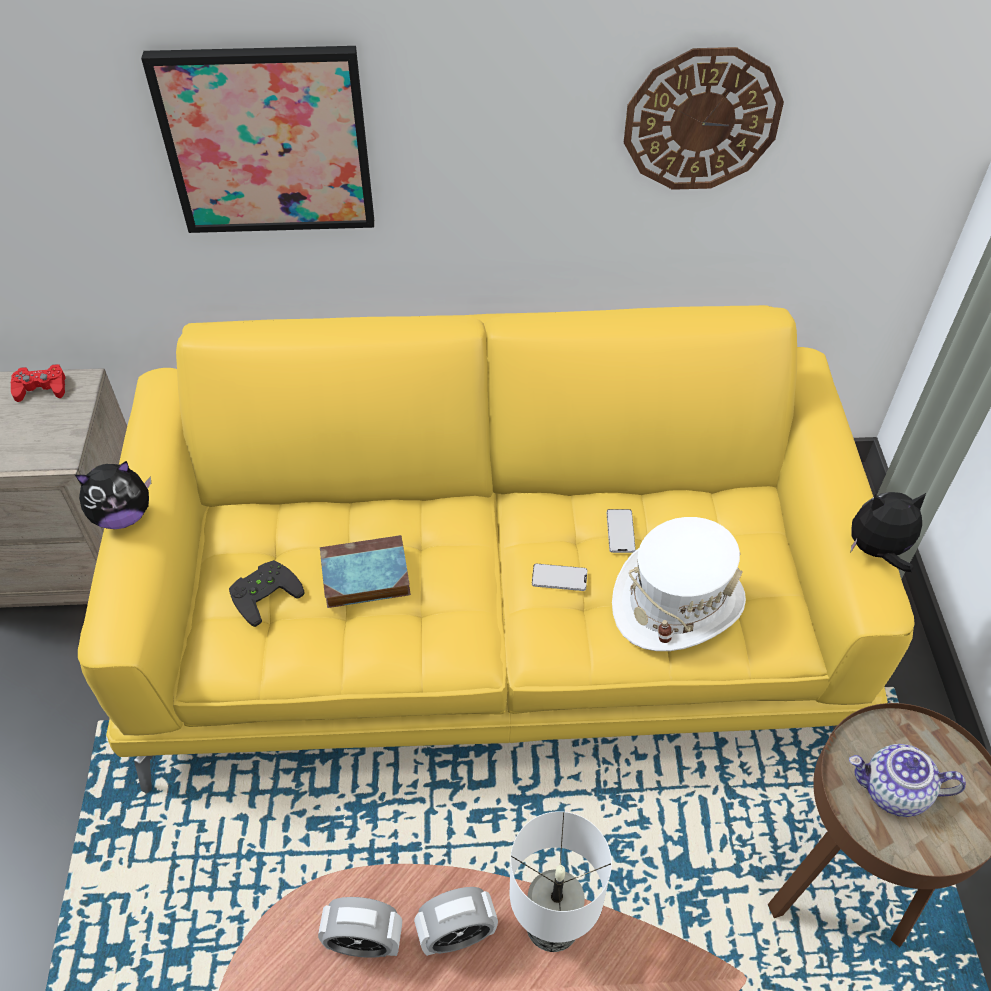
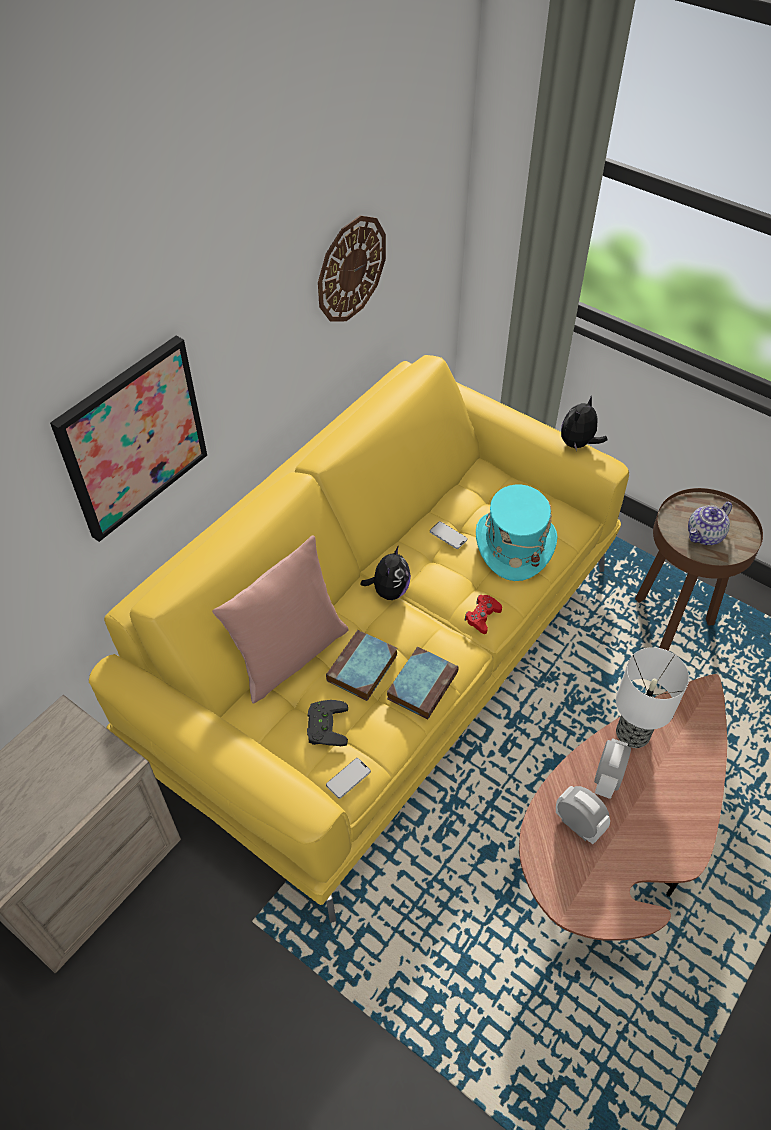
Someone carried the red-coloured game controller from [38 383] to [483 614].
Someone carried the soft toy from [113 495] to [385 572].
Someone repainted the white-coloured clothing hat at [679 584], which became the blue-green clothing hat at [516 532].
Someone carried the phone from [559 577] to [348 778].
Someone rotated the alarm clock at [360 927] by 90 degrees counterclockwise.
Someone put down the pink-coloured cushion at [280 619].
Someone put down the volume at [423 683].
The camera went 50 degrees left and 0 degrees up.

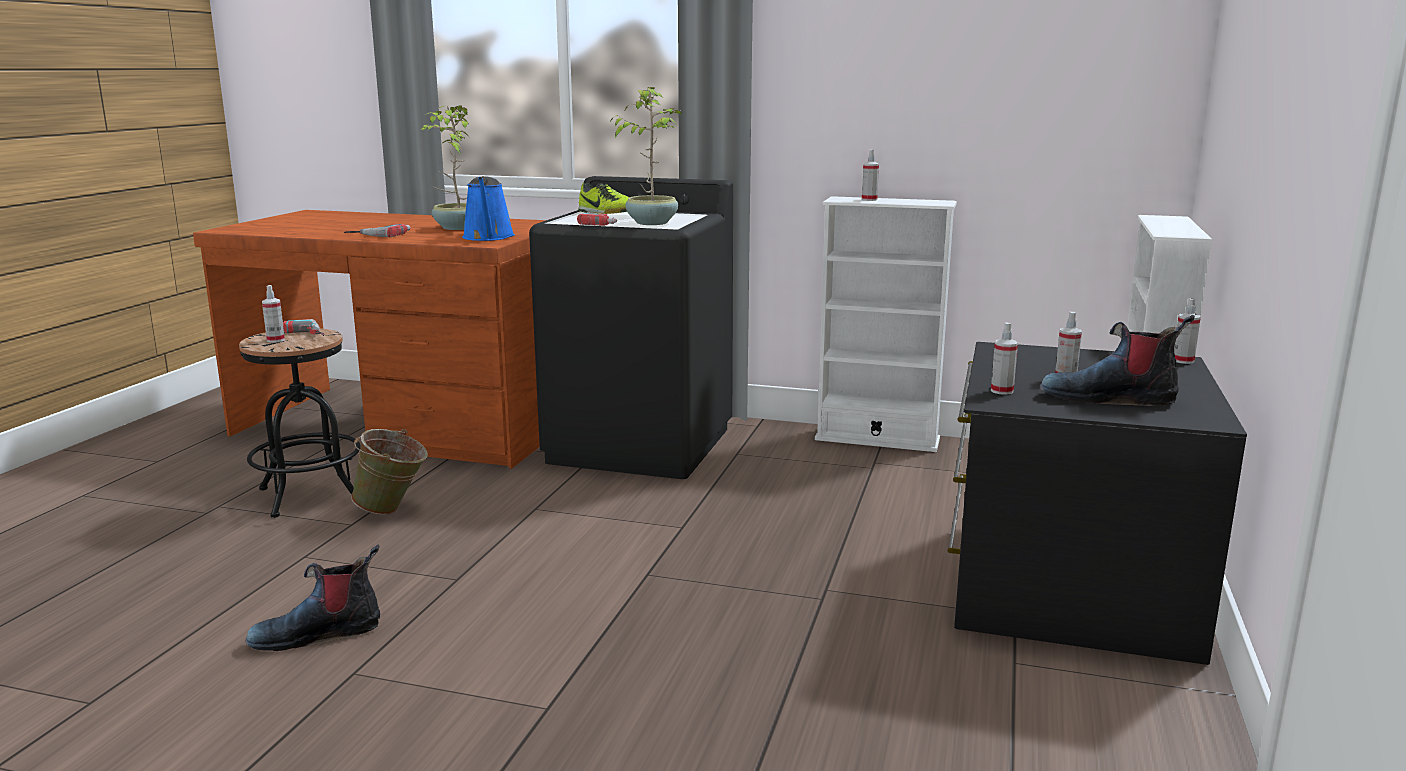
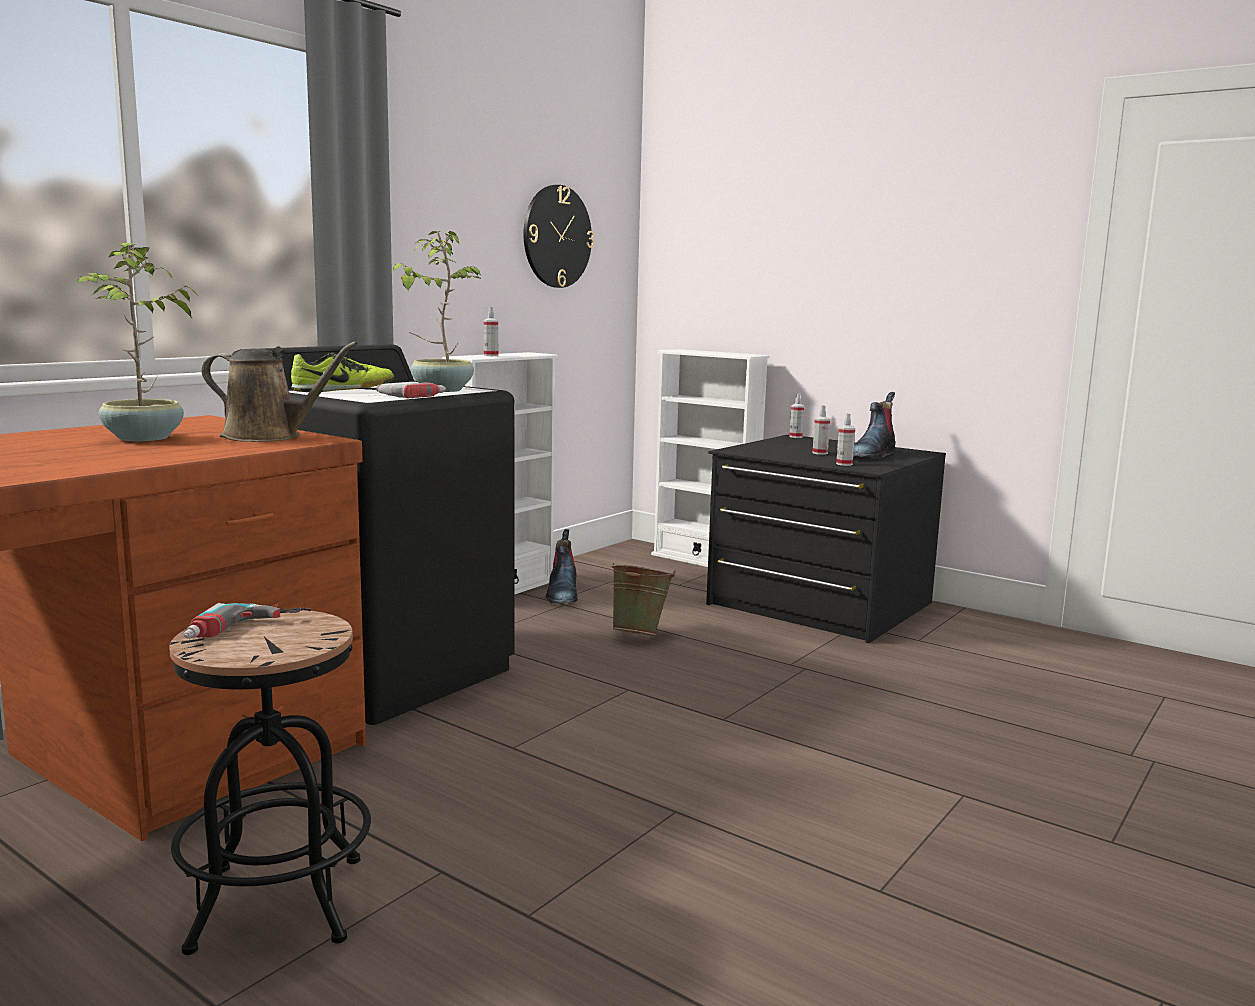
Someone repainted the blue-coloured watering pot at [488 208], which became the brown watering pot at [280 391].
Someone took away the drill at [377 230].
Someone took away the sprayer at [273 313].
Someone carried the green-coloured bucket from [389 472] to [642 599].
Someone carried the boot from [313 598] to [561 566].
Someone put up the hanging clock at [559 236].
The camera went 70 degrees left and 5 degrees down.

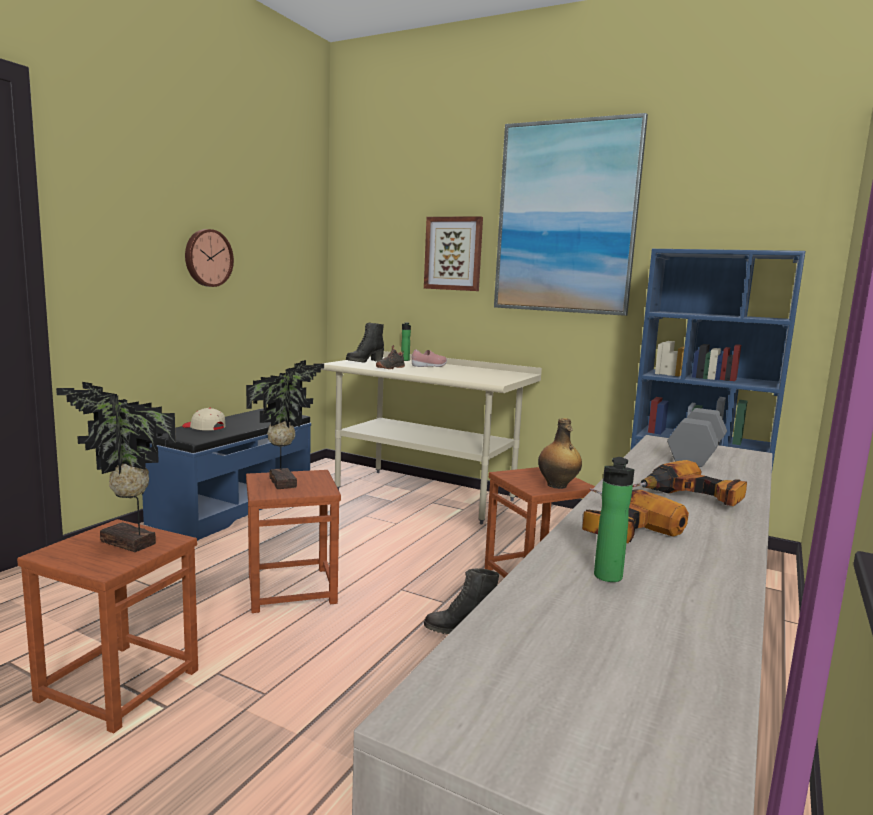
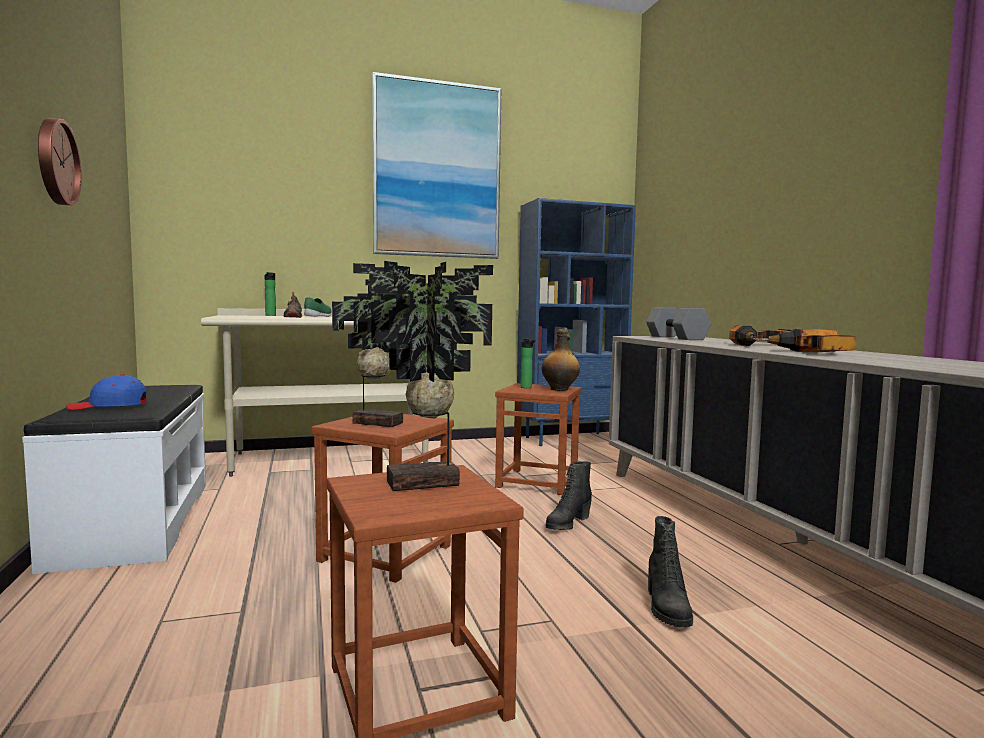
Someone took away the picture at [453 253].
Someone carried the black-coloured boot from [365 343] to [670 571].
Someone repainted the pink-coloured item of footwear at [429 358], which became the green-coloured item of footwear at [318 307].
Someone repainted the sand-coloured cap at [204 419], which became the blue-coloured cap at [106 392].
Someone repainted the blue-coloured indoor bench at [226 475], which became the white-coloured indoor bench at [114 479].
Someone carried the bottle from [614 519] to [528 363].
The camera went 45 degrees left and 5 degrees down.

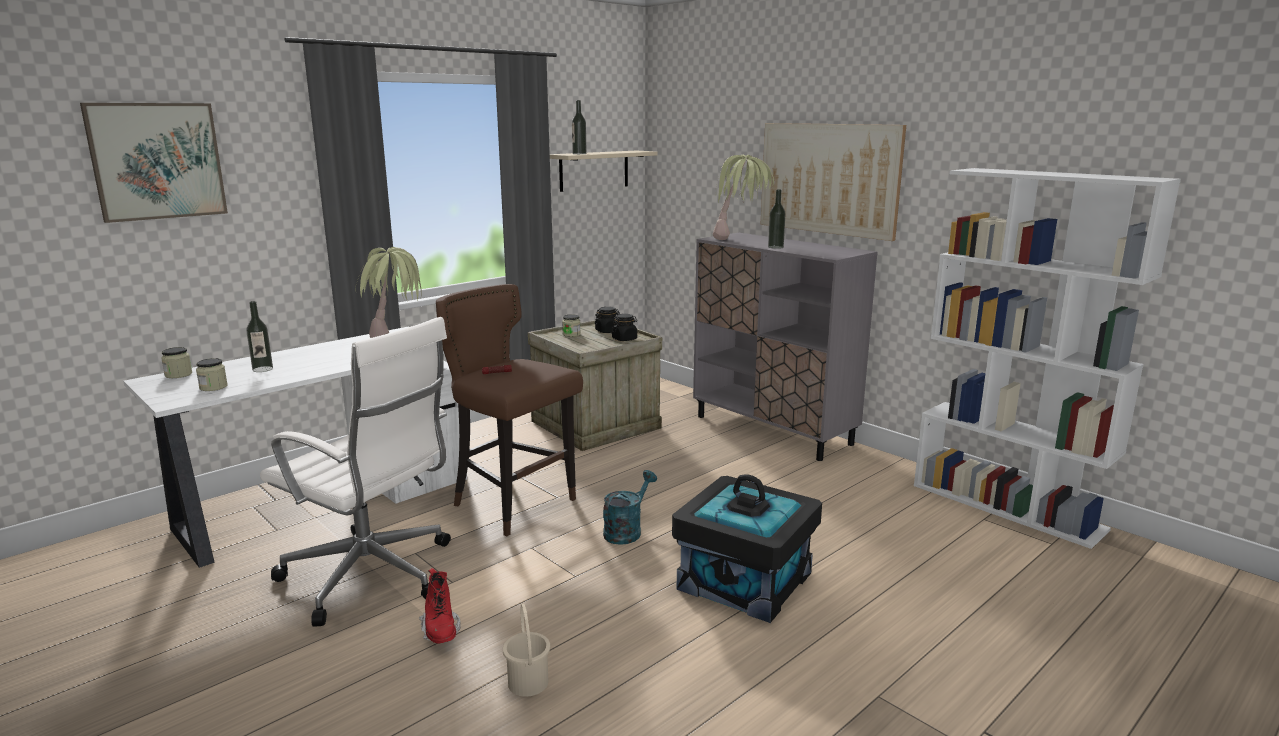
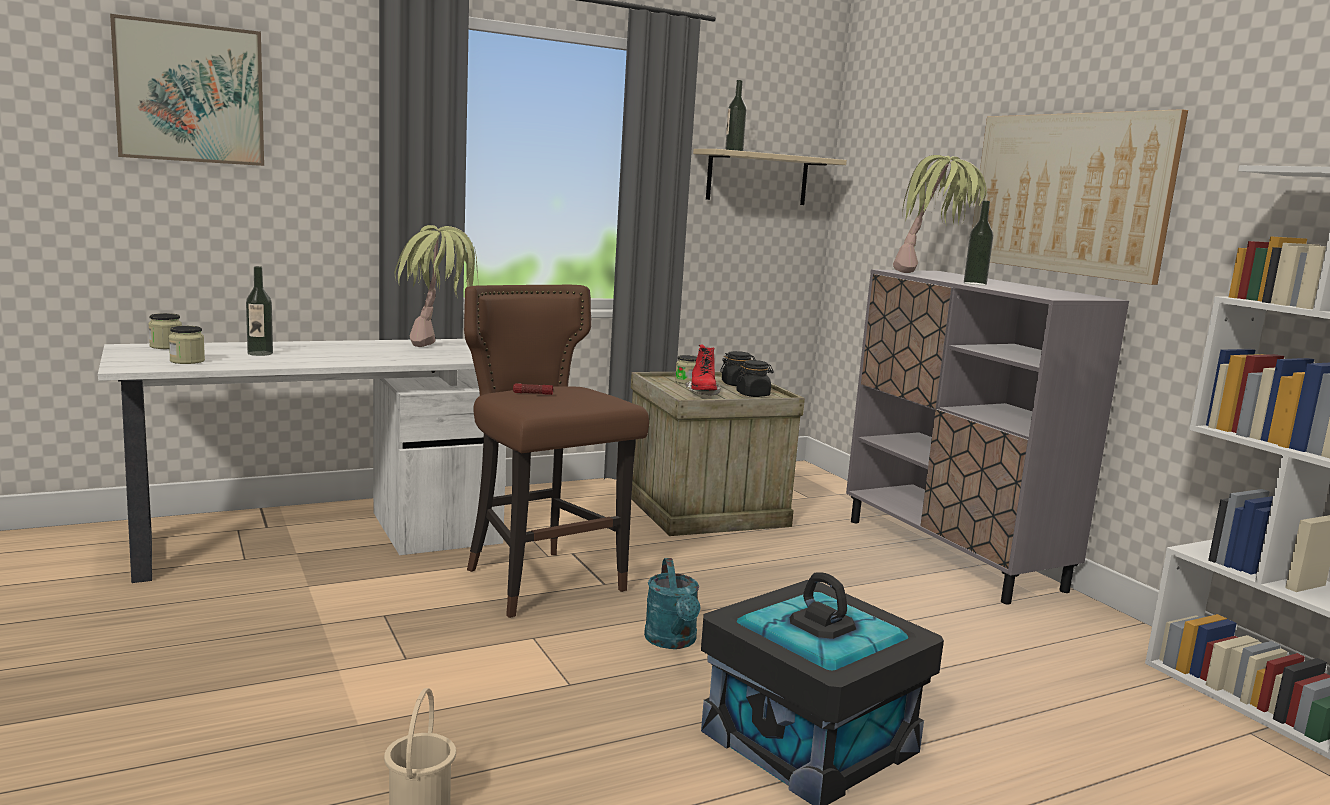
Someone took away the white-coloured computer chair at [355 472].
Someone rotated the blue-green watering pot at [630 507] by 120 degrees clockwise.
Someone carried the red-coloured boot from [440 605] to [703 370].
The camera went 15 degrees right and 5 degrees down.

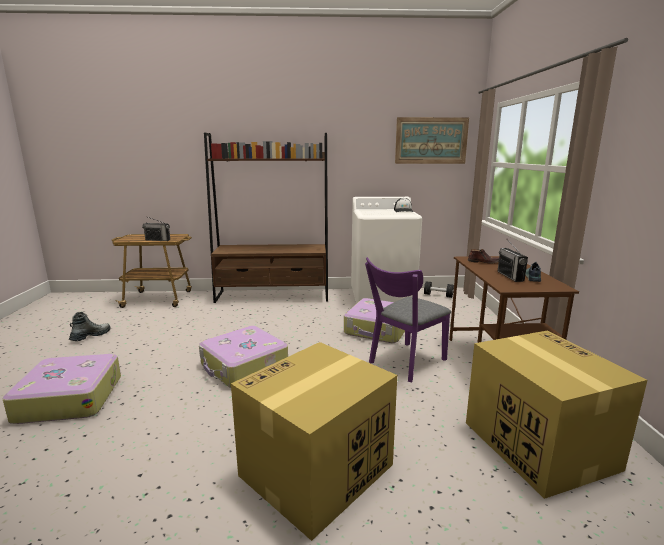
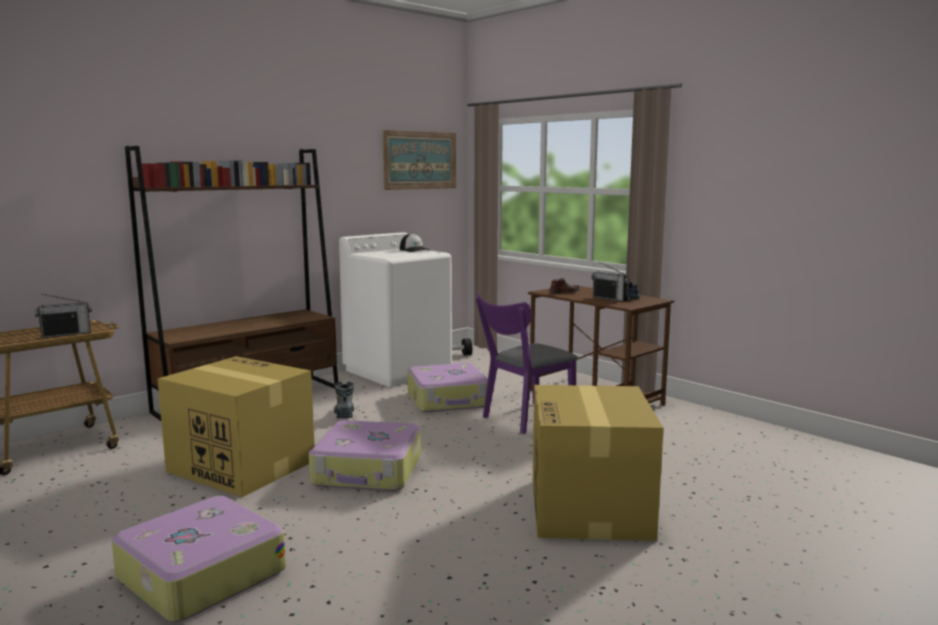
Someone rotated the purplish upright chair at [408 319] by 45 degrees clockwise.
Someone carried the boot from [89 326] to [344 400].
Someone carried the cardboard box from [556 415] to [236 426].
The camera went 40 degrees left and 5 degrees down.

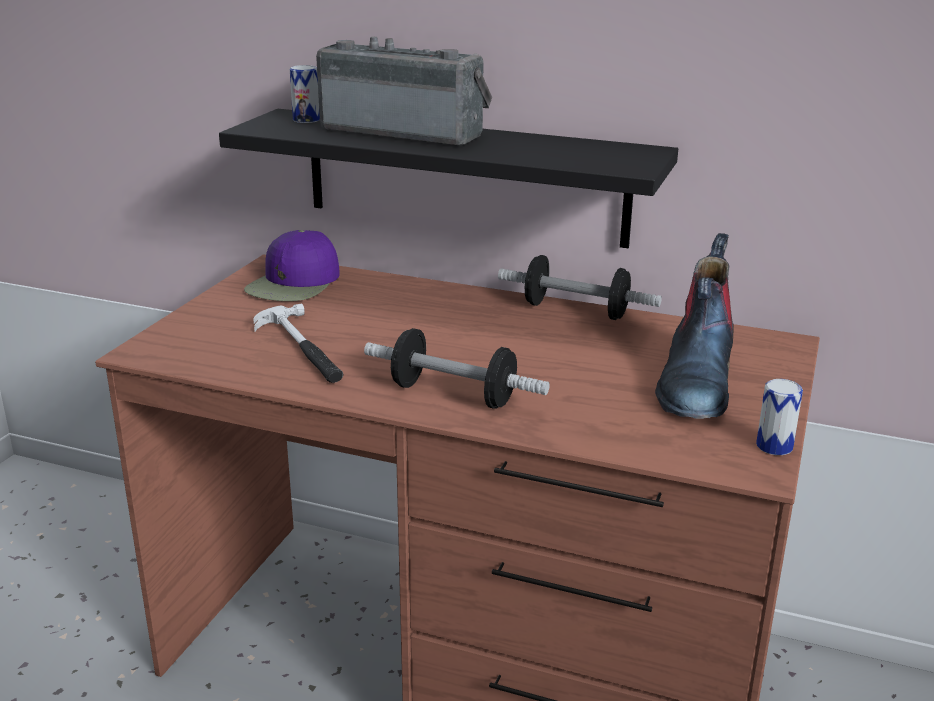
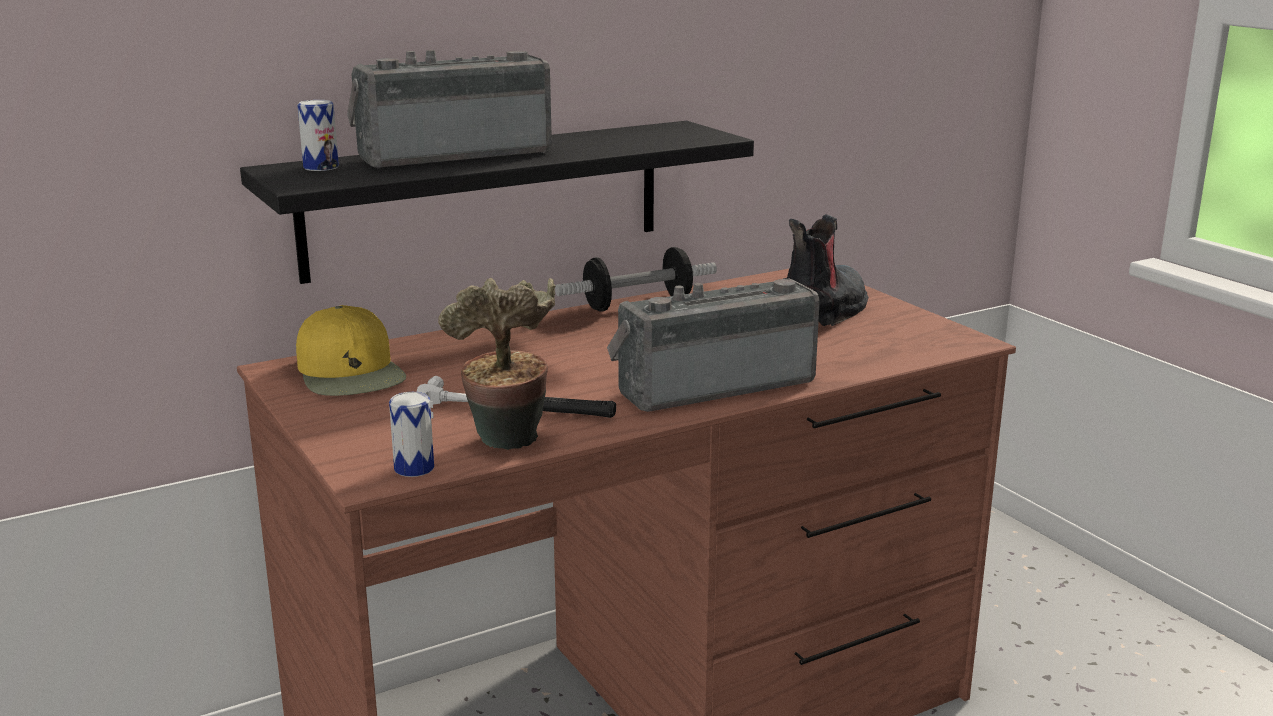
Someone repainted the purplish cap at [292 265], which became the yellowish cap at [351 350].
Someone rotated the boot at [694 326] by 120 degrees counterclockwise.
Someone swapped the dumbbell at [457 368] for the radio set at [713 345].
Someone carried the metal can from [779 417] to [411 434].
Someone put down the houseplant at [496 364].
The camera went 50 degrees left and 5 degrees down.

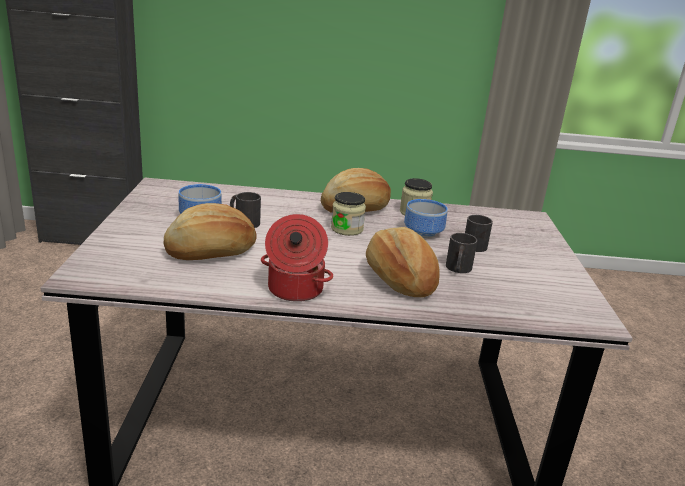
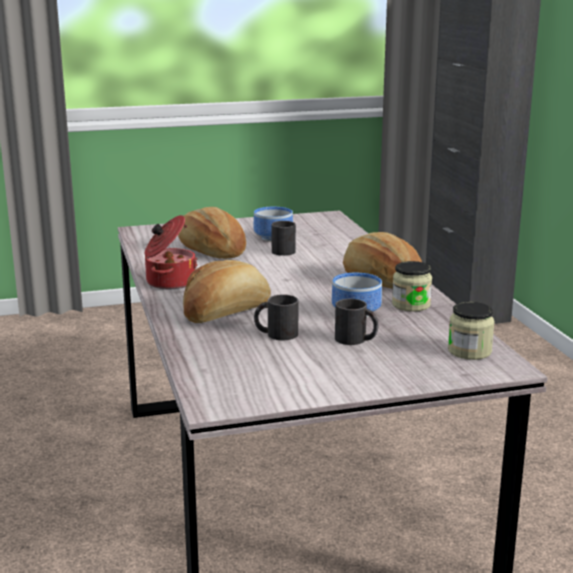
Someone carried the storage jar from [348 214] to [471 330].
The camera went 75 degrees right and 5 degrees down.

